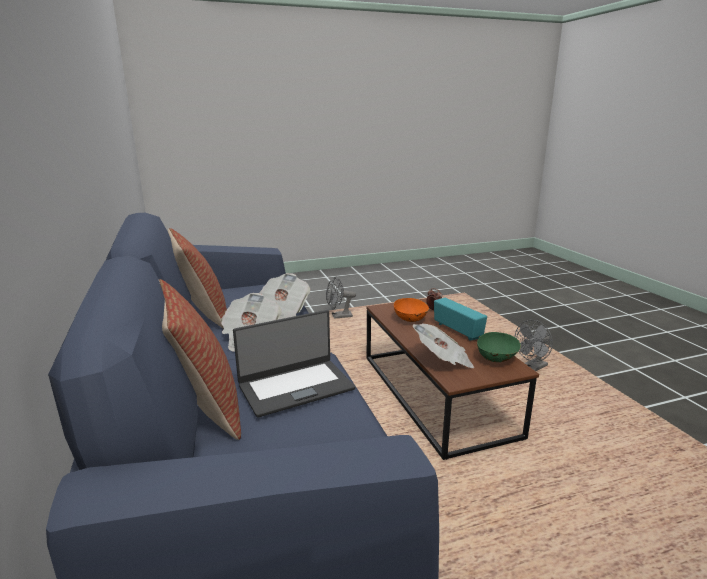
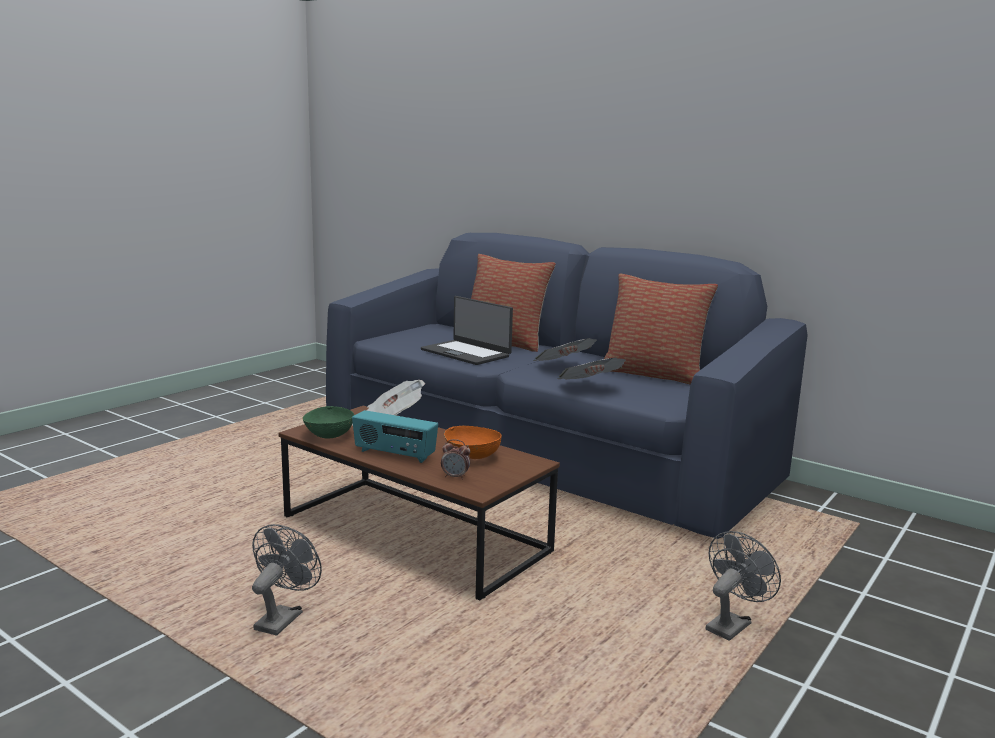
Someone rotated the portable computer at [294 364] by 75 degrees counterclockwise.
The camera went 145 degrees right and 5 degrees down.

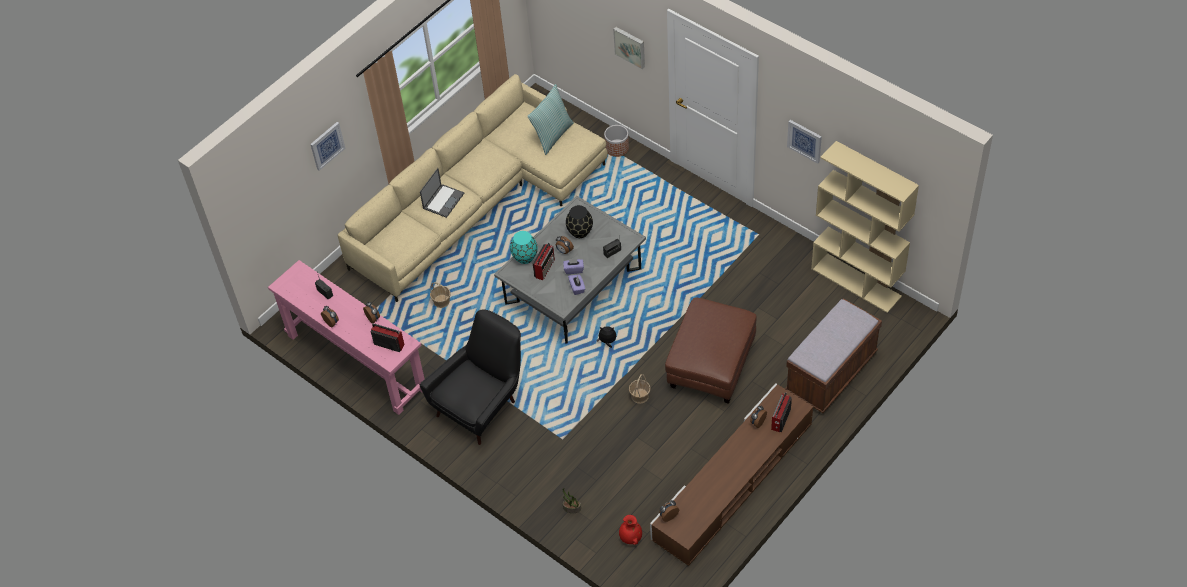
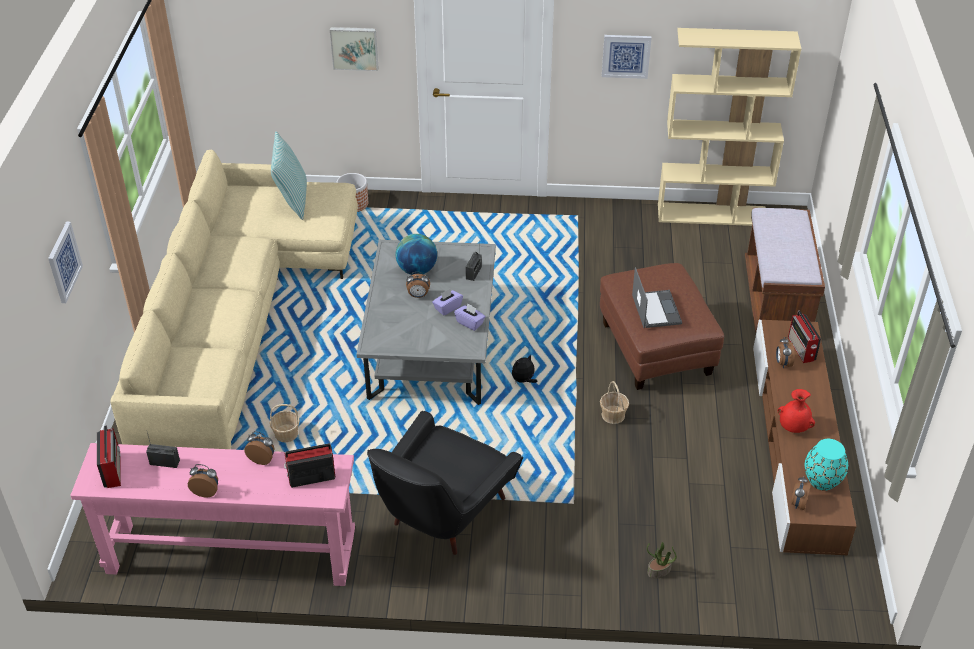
Someone carried the portable computer from [442 193] to [657 297].
Someone swapped the black-coloured flower vase at [579 221] for the globe at [416 254].
Someone carried the blue-green flower vase from [524 247] to [826 465].
Someone carried the radio set from [544 261] to [109 456].
Someone rotated the black-coloured easy chair at [470 377] by 150 degrees counterclockwise.
Someone carried the red-coloured flower vase from [630 530] to [796 411].
The camera went 40 degrees left and 10 degrees down.

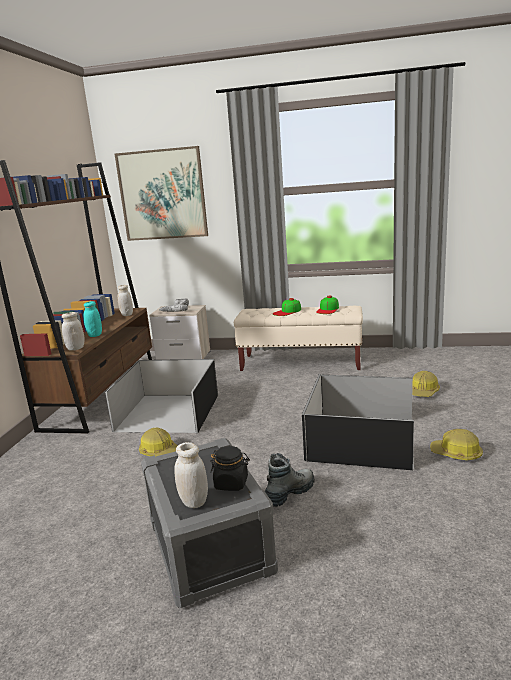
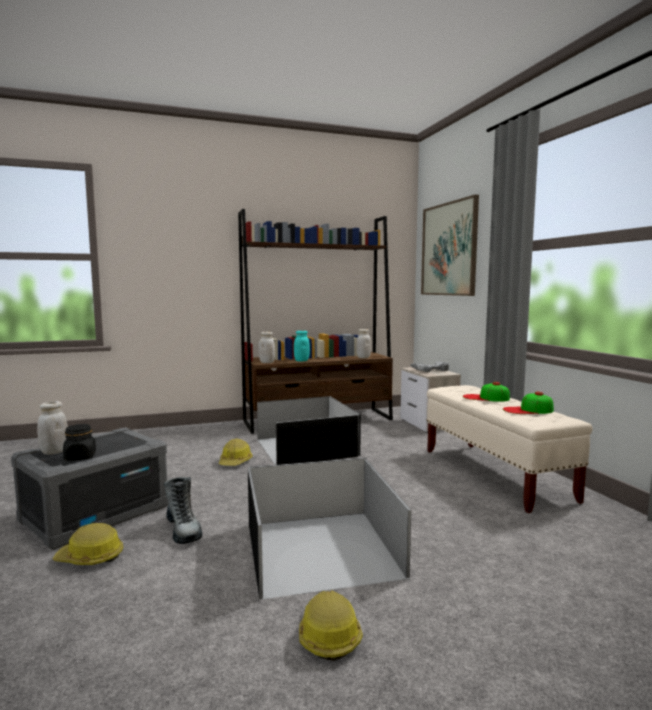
Someone carried the work helmet from [426 384] to [88 544].
Someone rotated the boot at [289 480] by 45 degrees clockwise.
The camera went 60 degrees right and 10 degrees down.

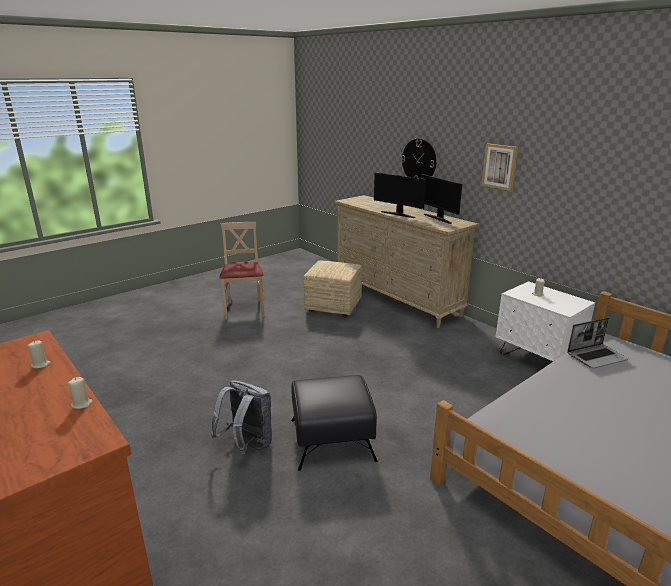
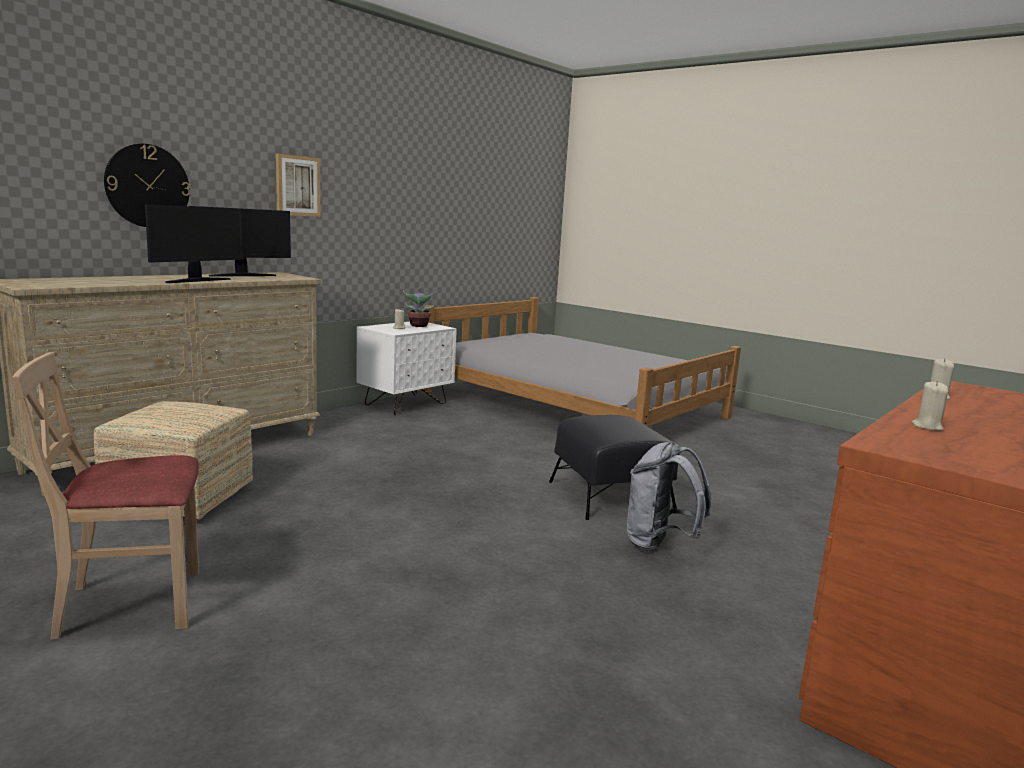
Someone took away the portable computer at [597 342].
Someone put down the houseplant at [418 307].
The camera went 100 degrees left and 10 degrees down.

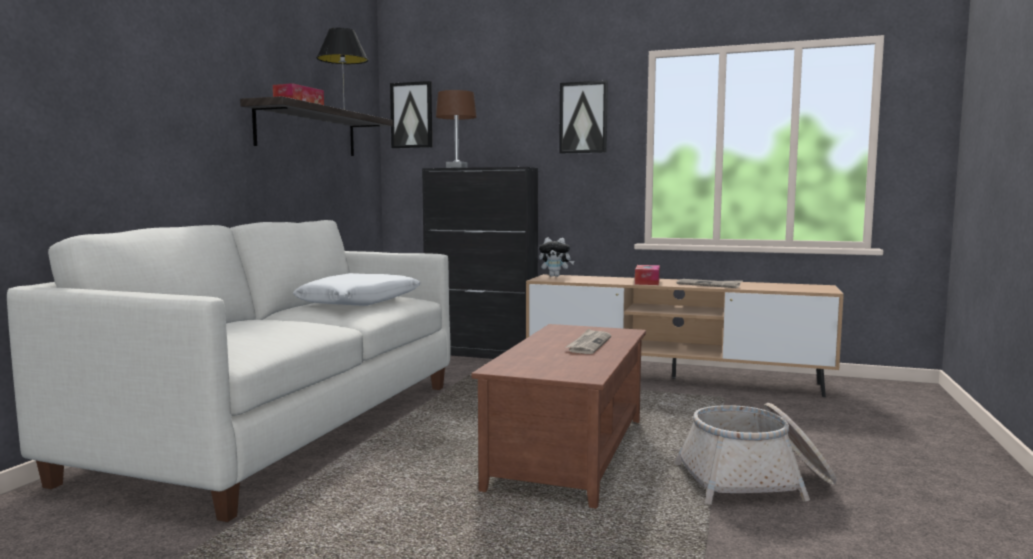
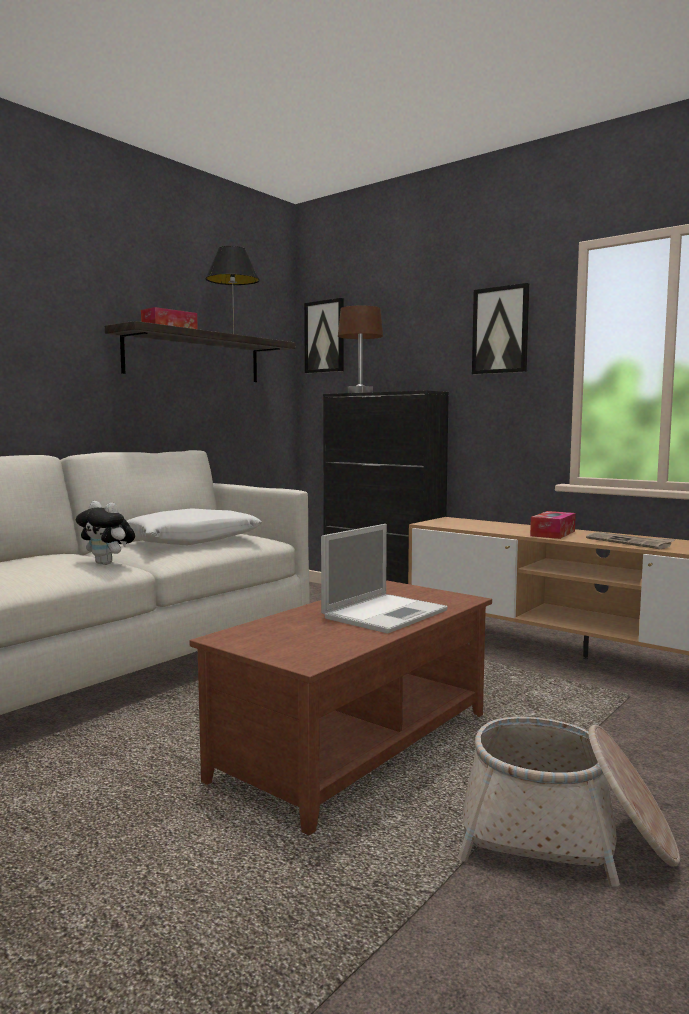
Someone carried the soft toy from [556 257] to [105 533].
Someone swapped the daily paper at [588 341] for the portable computer at [384 579].
The camera went 20 degrees right and 0 degrees up.

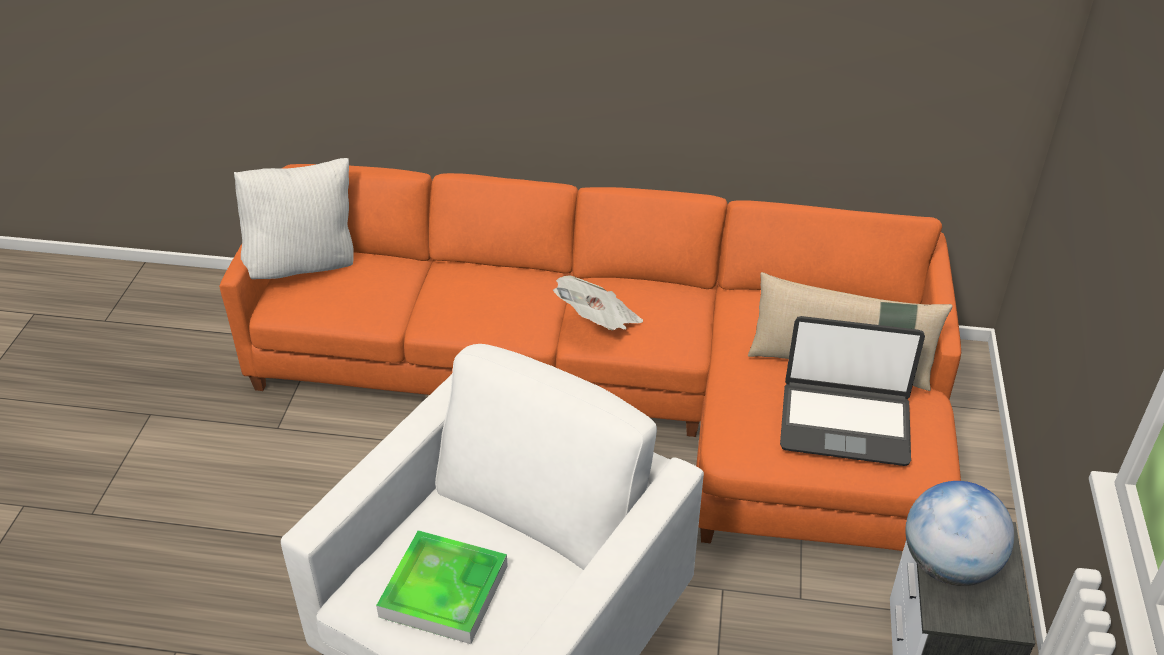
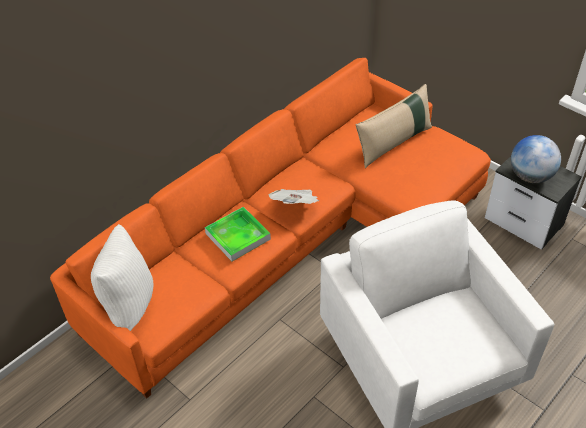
Someone took away the portable computer at [852 391].
Someone carried the serving tray from [442 587] to [238 234].
The camera went 55 degrees left and 5 degrees up.

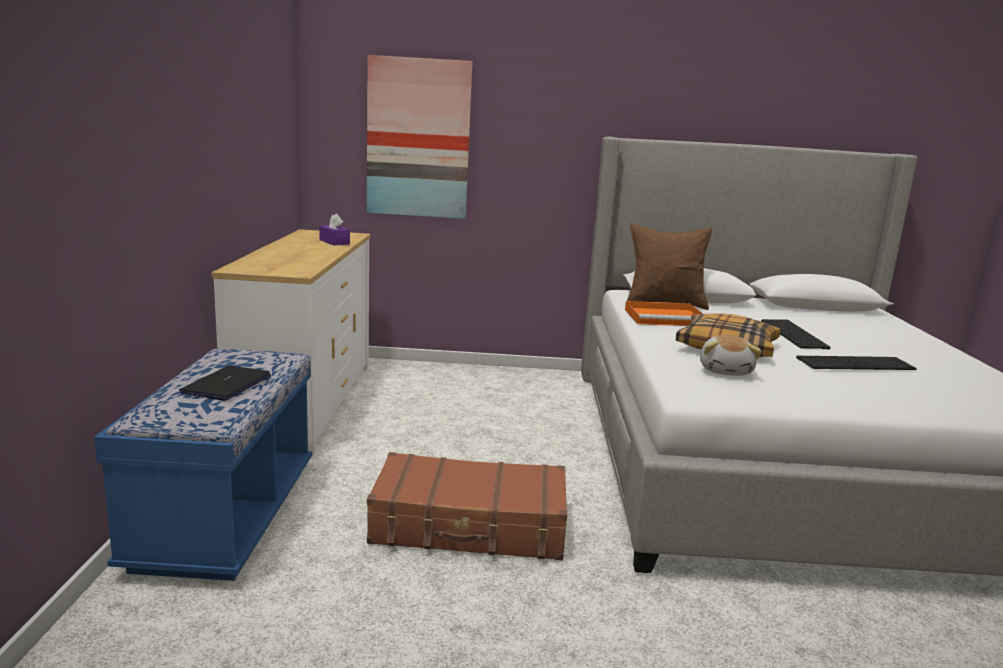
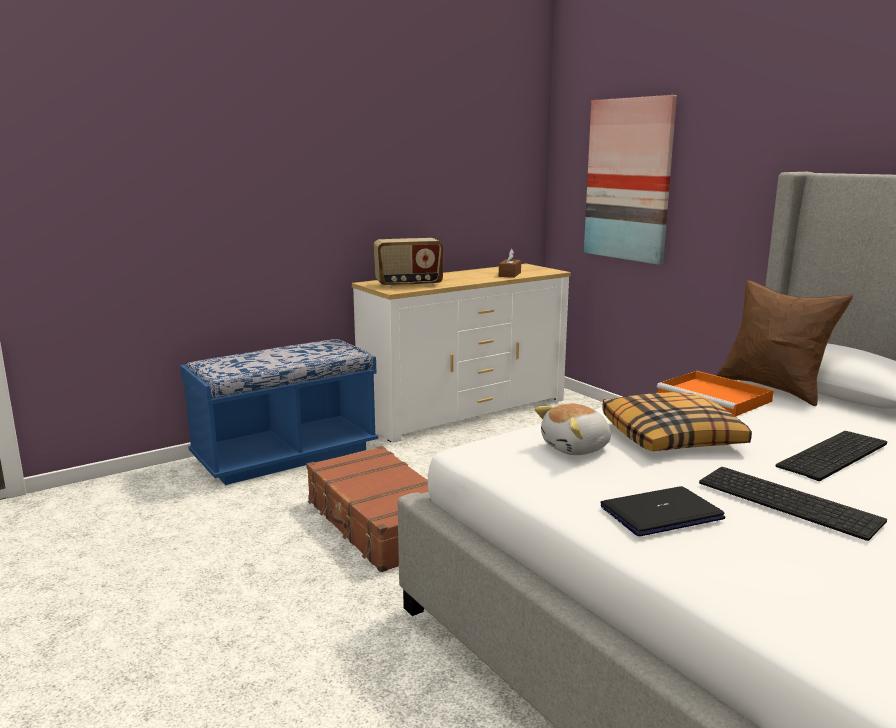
Someone repainted the purplish box of tissues at [334 229], which became the brown box of tissues at [510 263].
Someone carried the portable computer from [225 383] to [662 511].
Someone put down the radio set at [408 263].
The camera went 55 degrees right and 0 degrees up.

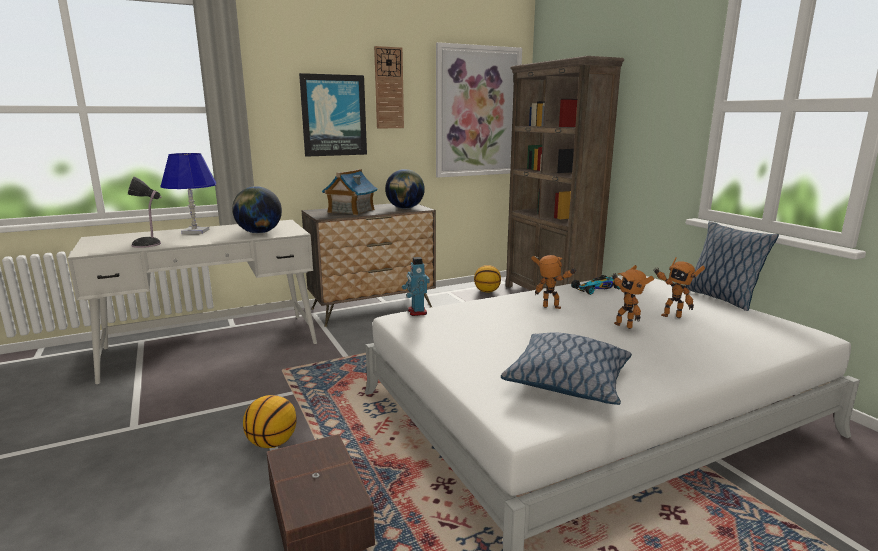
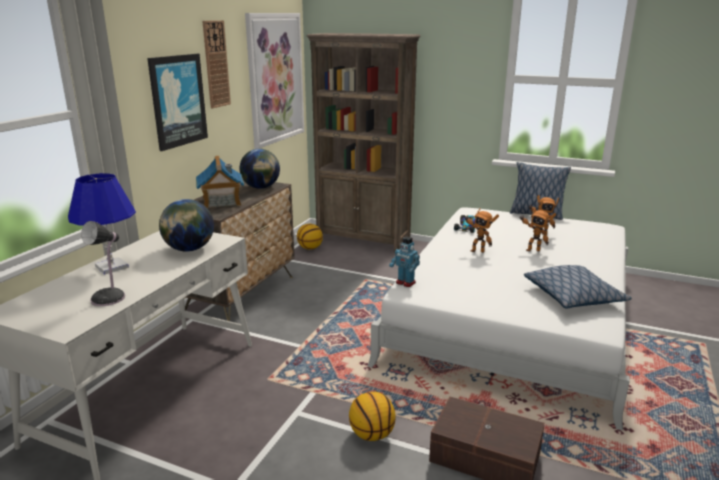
Someone rotated the toy robot at [554 282] by 135 degrees counterclockwise.
The camera went 40 degrees left and 5 degrees up.

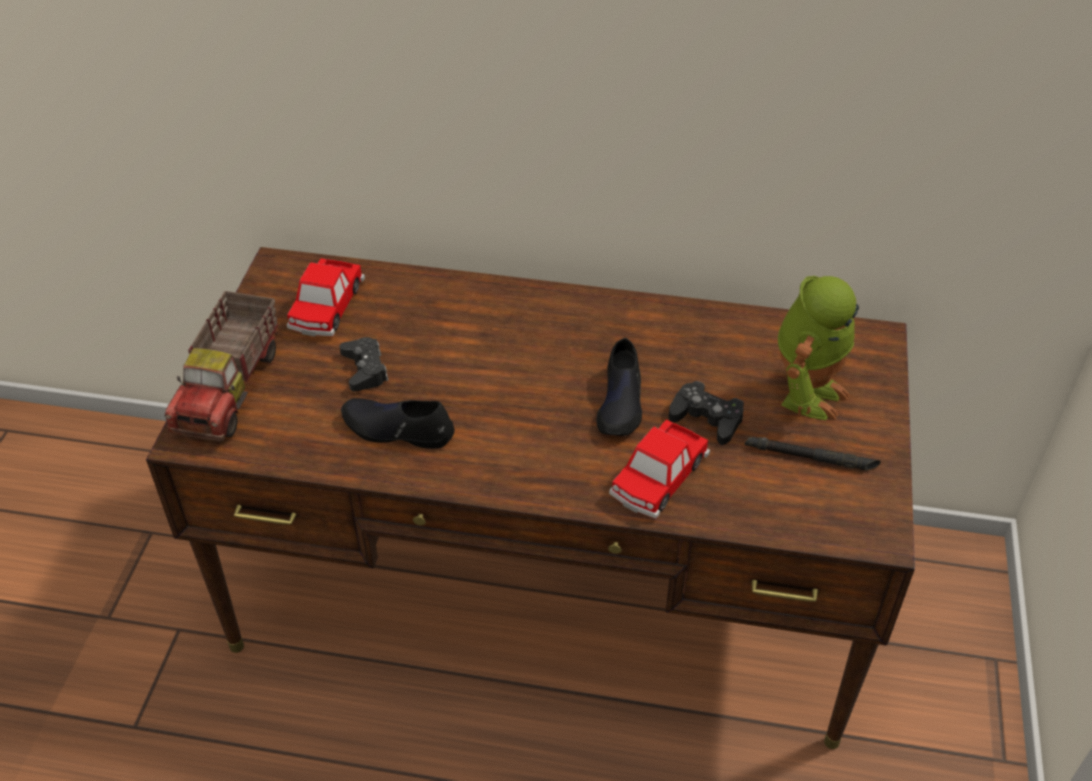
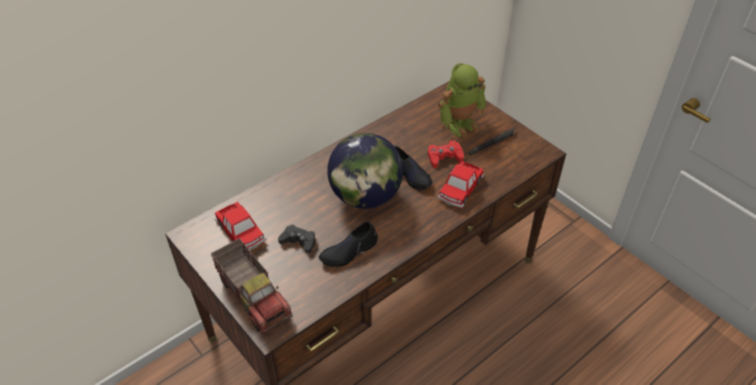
Someone rotated the toy robot at [818 348] by 75 degrees clockwise.
Someone repainted the black-coloured game controller at [706 413], which became the red-coloured game controller at [446 154].
Someone rotated the model car at [659 469] by 45 degrees clockwise.
Someone put down the globe at [365 171].
The camera went 50 degrees left and 0 degrees up.

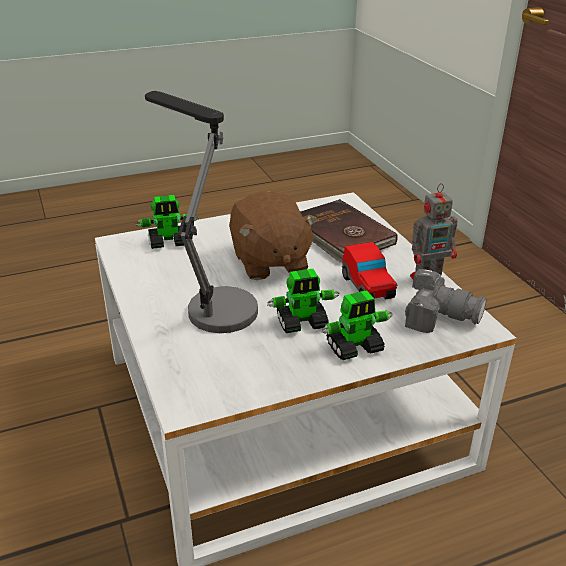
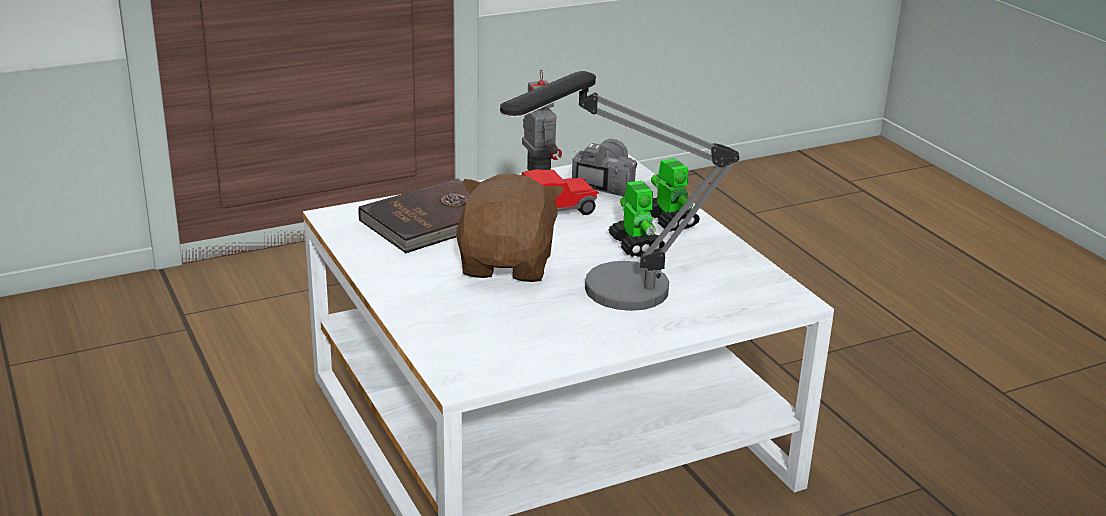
Someone rotated the brown soft toy at [273 235] by 60 degrees counterclockwise.
Someone took away the toy robot at [167 222].
The camera went 95 degrees left and 5 degrees down.

